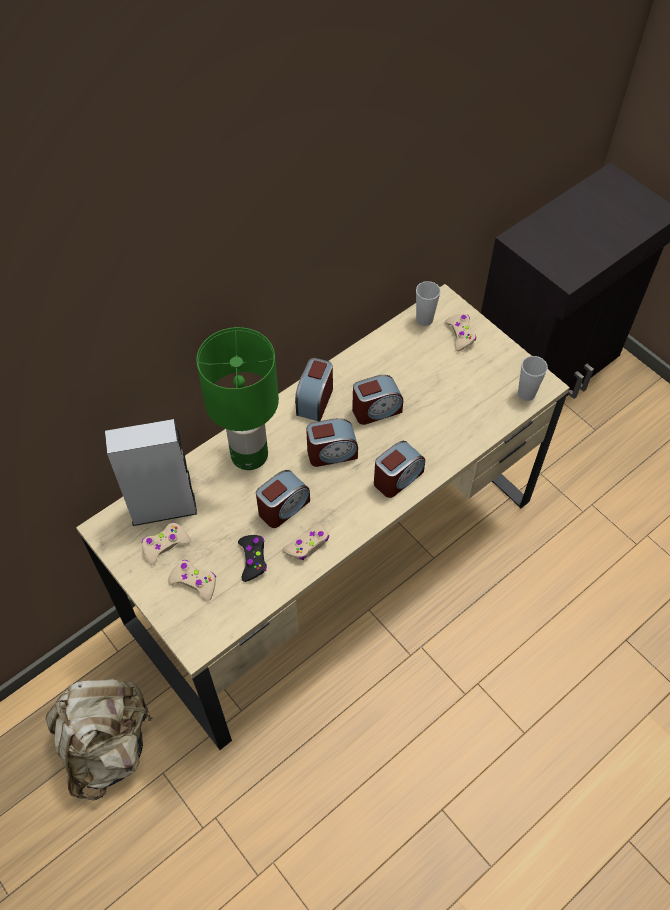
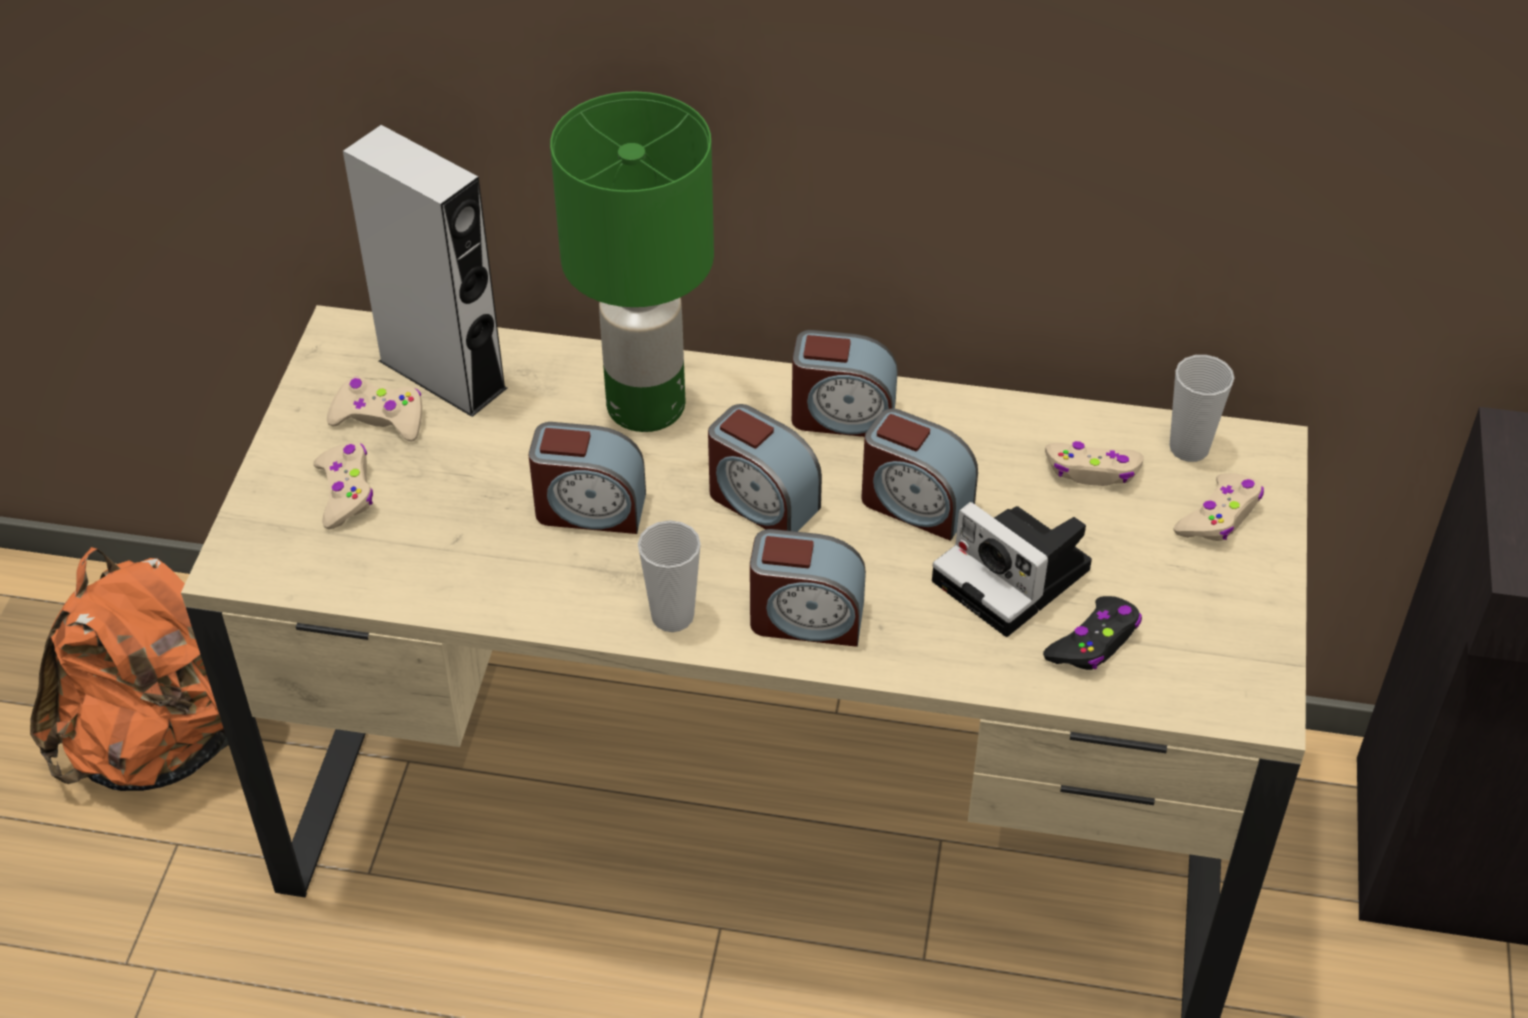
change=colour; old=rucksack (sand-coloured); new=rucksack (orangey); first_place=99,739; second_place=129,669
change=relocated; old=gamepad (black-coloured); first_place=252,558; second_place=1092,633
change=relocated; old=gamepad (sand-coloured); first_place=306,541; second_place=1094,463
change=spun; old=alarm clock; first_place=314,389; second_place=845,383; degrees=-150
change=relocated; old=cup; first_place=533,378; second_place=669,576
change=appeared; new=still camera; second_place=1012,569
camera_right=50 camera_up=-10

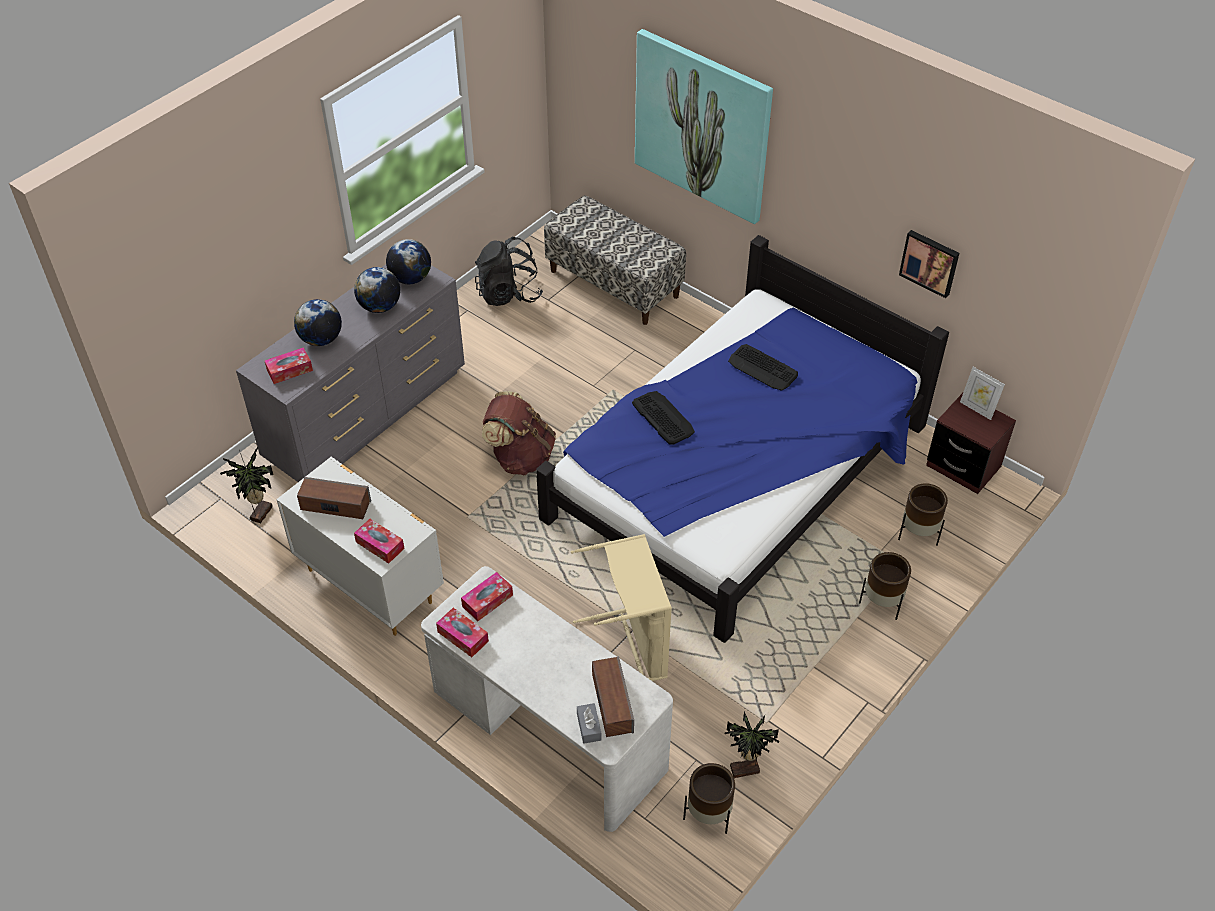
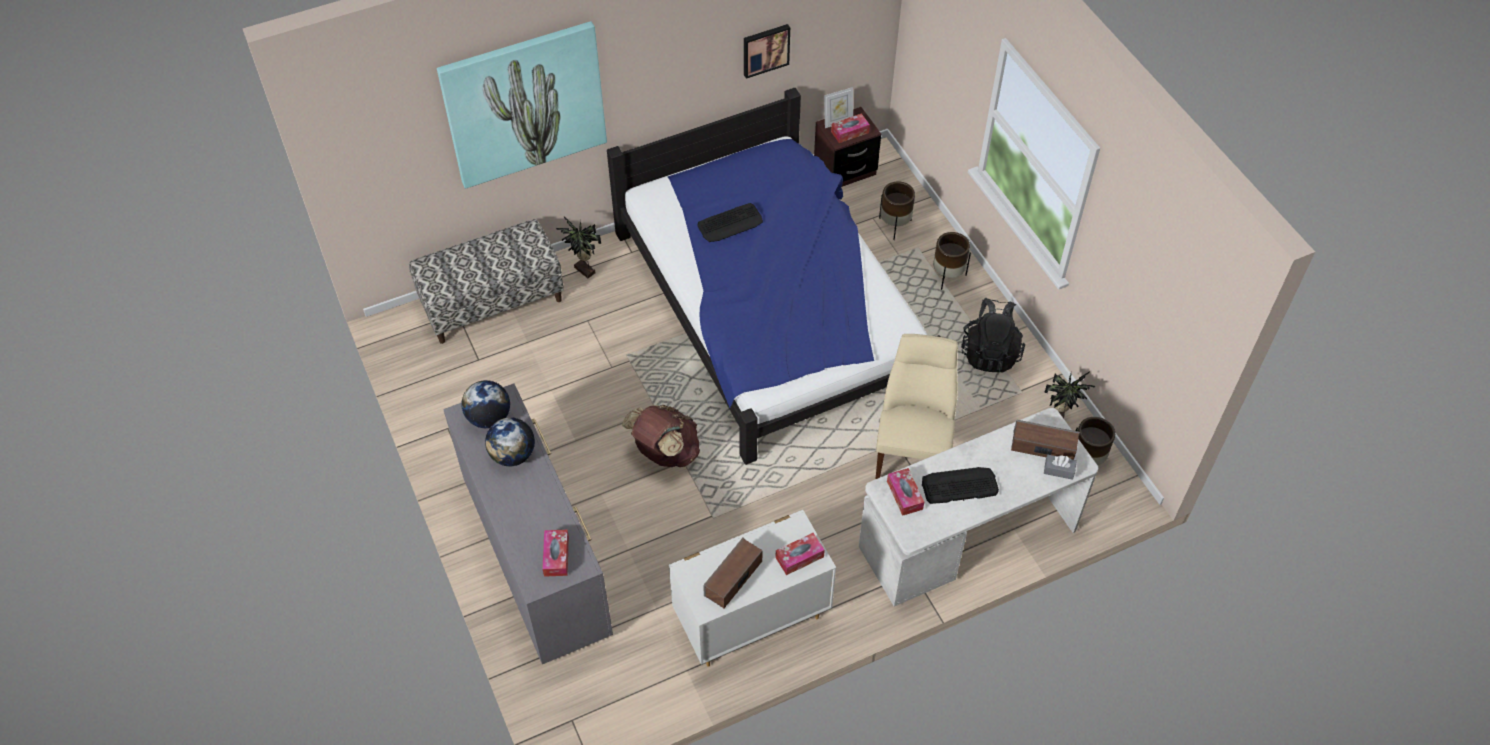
change=relocated; old=potted plant; first_place=247,485; second_place=578,247
change=missing; old=world globe; first_place=318,322
change=relocated; old=tissue box; first_place=462,632; second_place=850,128
change=relocated; old=rucksack (black-coloured); first_place=509,271; second_place=993,335
change=exchanged; old=washing basket (sand-coloured); new=upright chair (sand-coloured); first_place=621,607; second_place=917,406
change=relocated; old=keyboard; first_place=663,418; second_place=960,485
camera_right=-65 camera_up=5

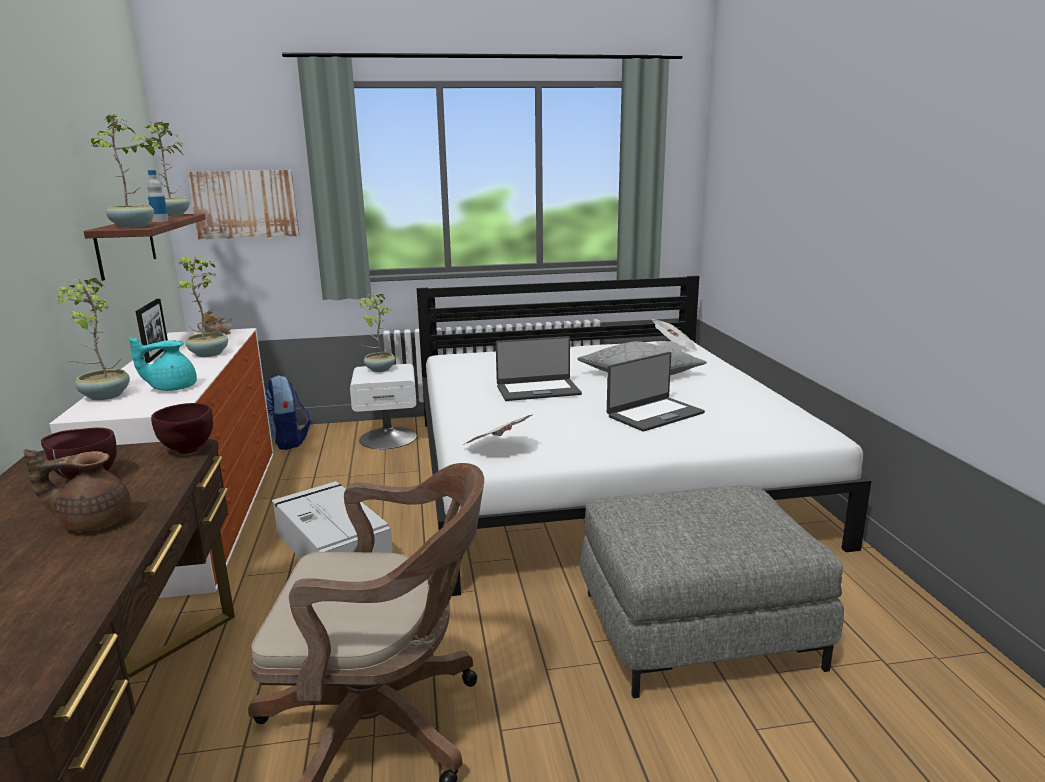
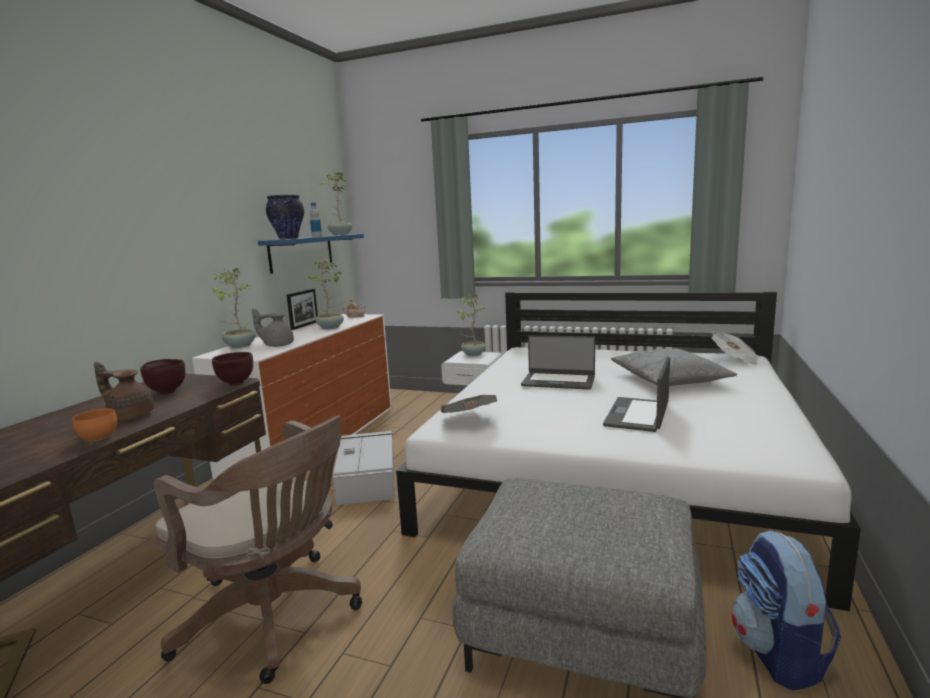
change=colour; old=bracket shelf (brown-coloured); new=bracket shelf (blue); first_place=145,247; second_place=311,254
change=exchanged; old=potted plant; new=decorative vase; first_place=124,170; second_place=285,217
change=colour; old=pot for tea (blue-green); new=pot for tea (greyish); first_place=163,364; second_place=273,327
change=missing; old=wall art; first_place=243,204
change=relocated; old=rucksack; first_place=288,412; second_place=786,610
change=spun; old=notebook computer; first_place=656,392; second_place=636,394; degrees=120
change=appeared; new=bowl (orangey); second_place=94,424
camera_right=30 camera_up=-5

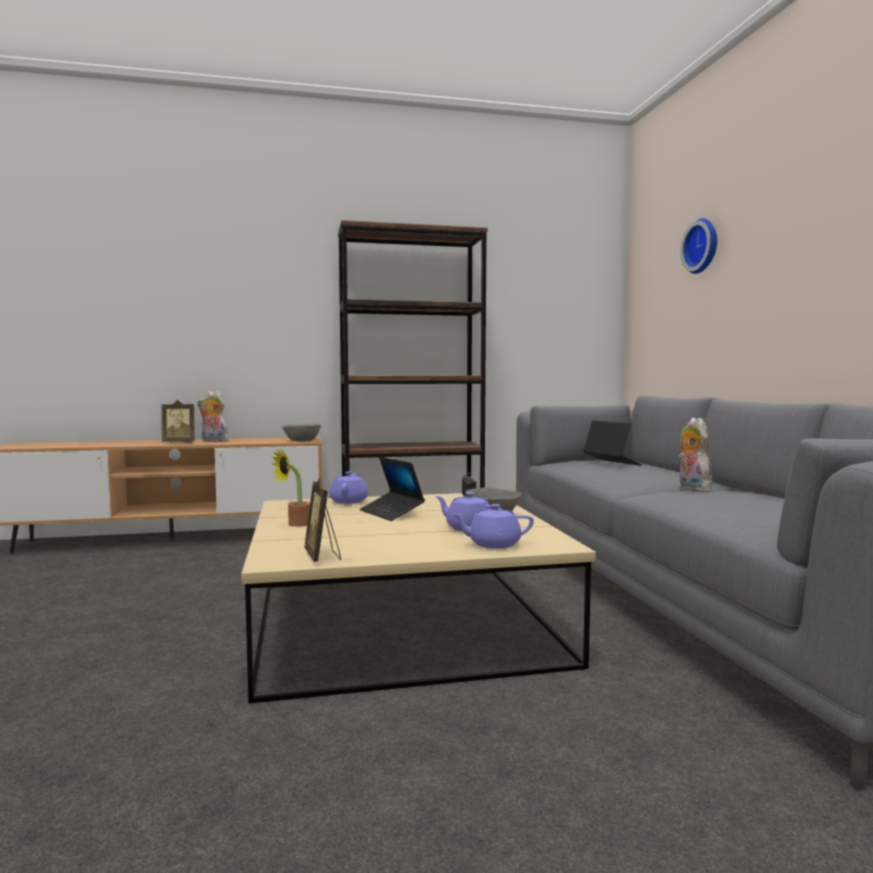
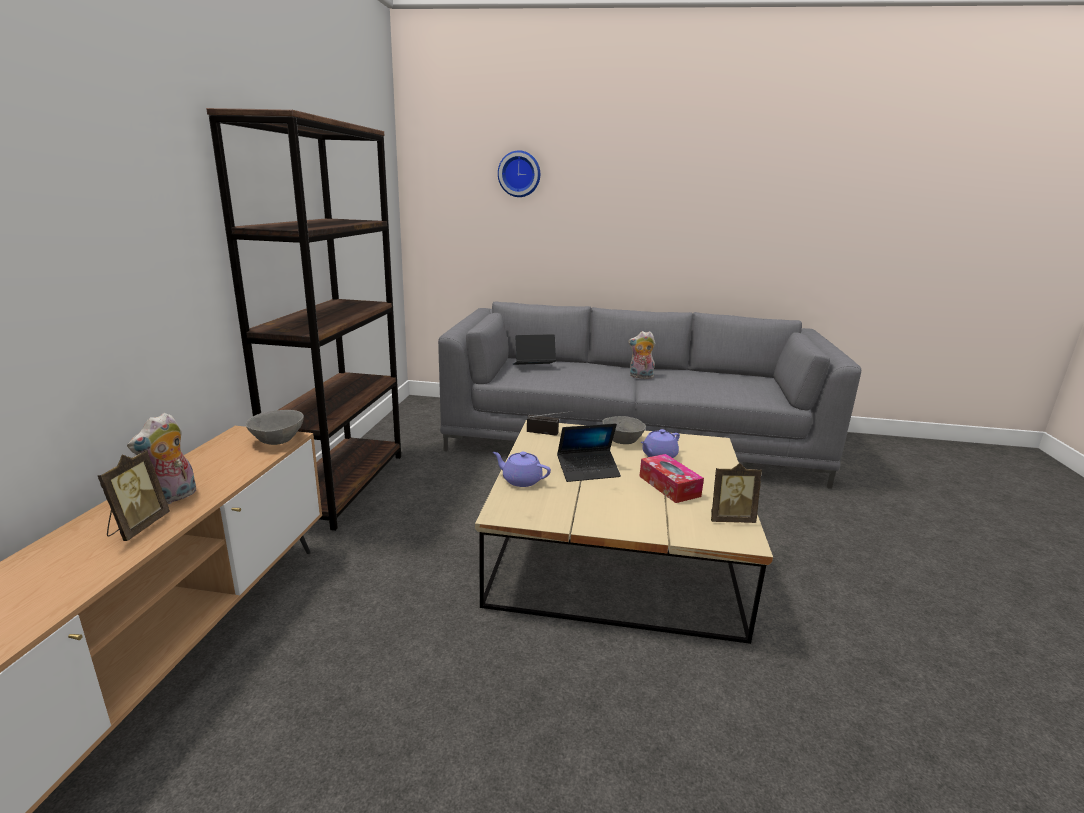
change=missing; old=potted plant; first_place=291,488
change=missing; old=pot for tea (purplish); first_place=493,526
change=appeared; new=tissue box; second_place=671,478
camera_right=-70 camera_up=15

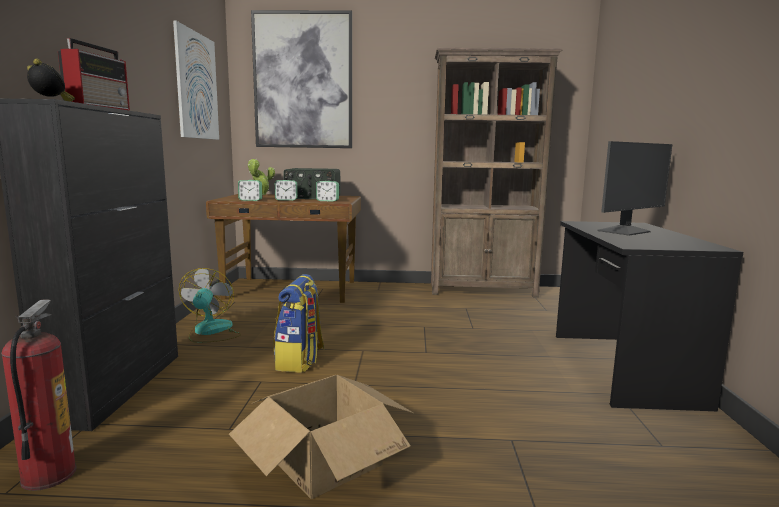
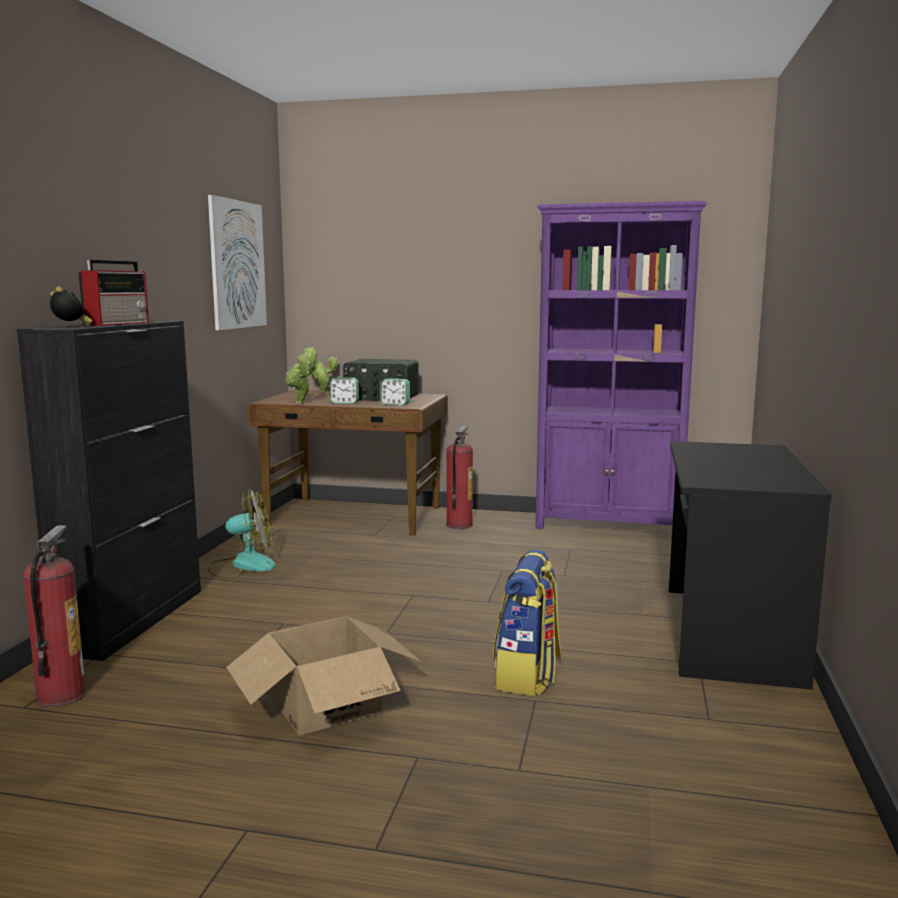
change=spun; old=cooling fan; first_place=210,305; second_place=242,534; degrees=75
change=exchanged; old=alarm clock; new=potted plant; first_place=250,190; second_place=299,378
change=missing; old=wall art; first_place=301,79
change=relocated; old=rucksack; first_place=299,323; second_place=527,623
change=colour; old=bookshelf (brown-coloured); new=bookshelf (purplish); first_place=496,172; second_place=621,365
change=missing; old=monitor; first_place=634,188
change=appeared; new=fire-fighting cylinder; second_place=459,477
camera_right=10 camera_up=0

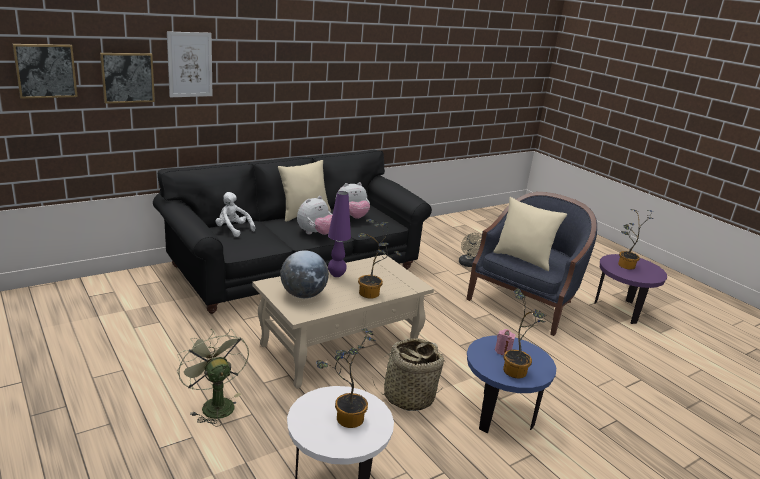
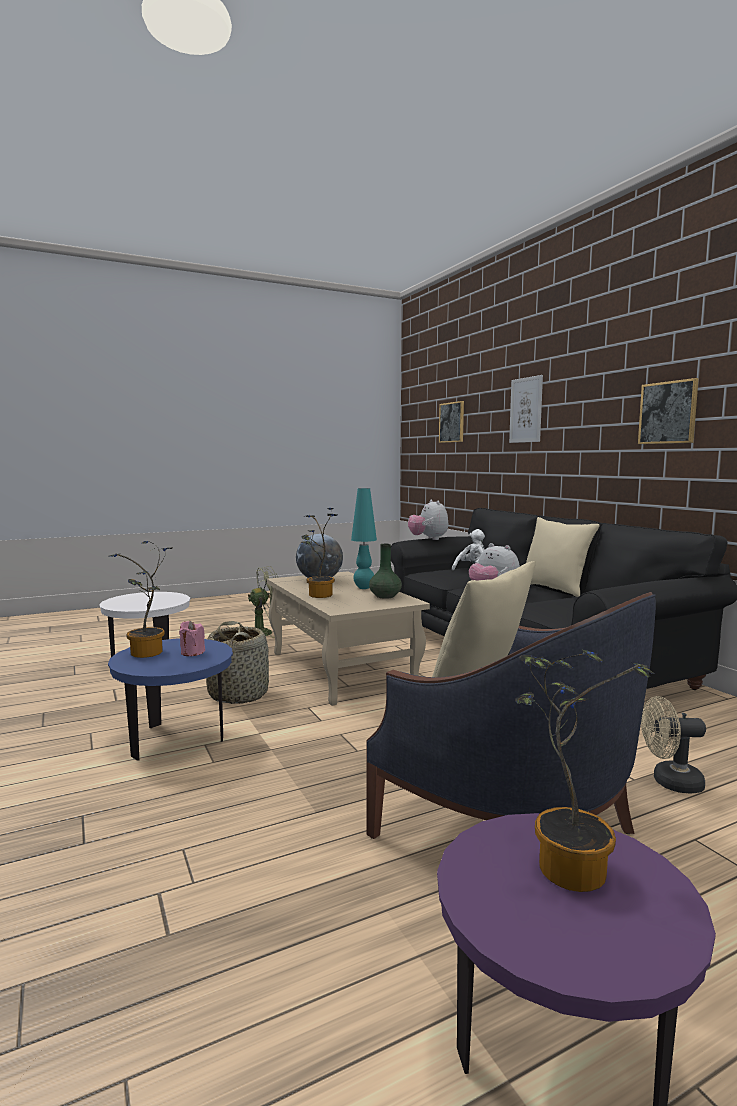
change=relocated; old=wall art; first_place=127,78; second_place=668,411
change=missing; old=potted plant; first_place=346,378
change=colour; old=table lamp (purplish); new=table lamp (blue-green); first_place=339,234; second_place=364,538
change=relocated; old=cuddly toy; first_place=353,200; second_place=428,520
change=appeared; new=decorative vase (green); second_place=385,571
camera_right=100 camera_up=-15

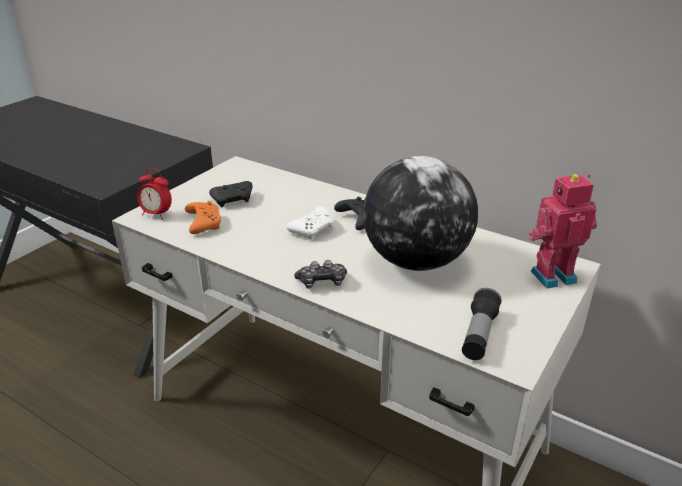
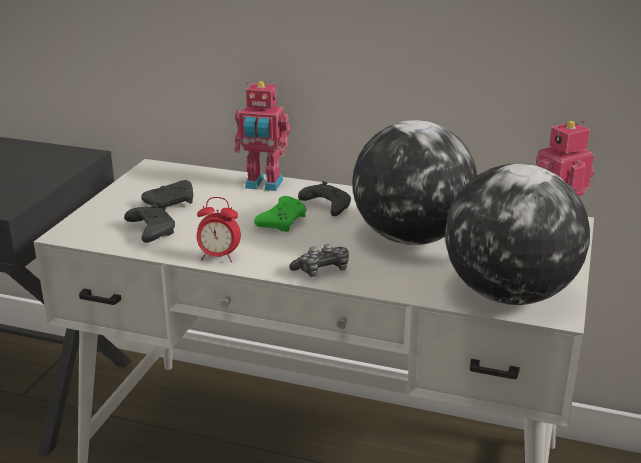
change=relocated; old=alarm clock; first_place=154,193; second_place=219,229
change=colour; old=gamepad (orangey); new=gamepad (black-coloured); first_place=203,217; second_place=149,223
change=colour; old=gamepad (white); new=gamepad (green); first_place=310,223; second_place=280,214
change=exchanged; old=hand torch; new=world globe; first_place=482,324; second_place=517,234
change=appeared; new=robot figure; second_place=262,136
camera_right=-15 camera_up=-5

